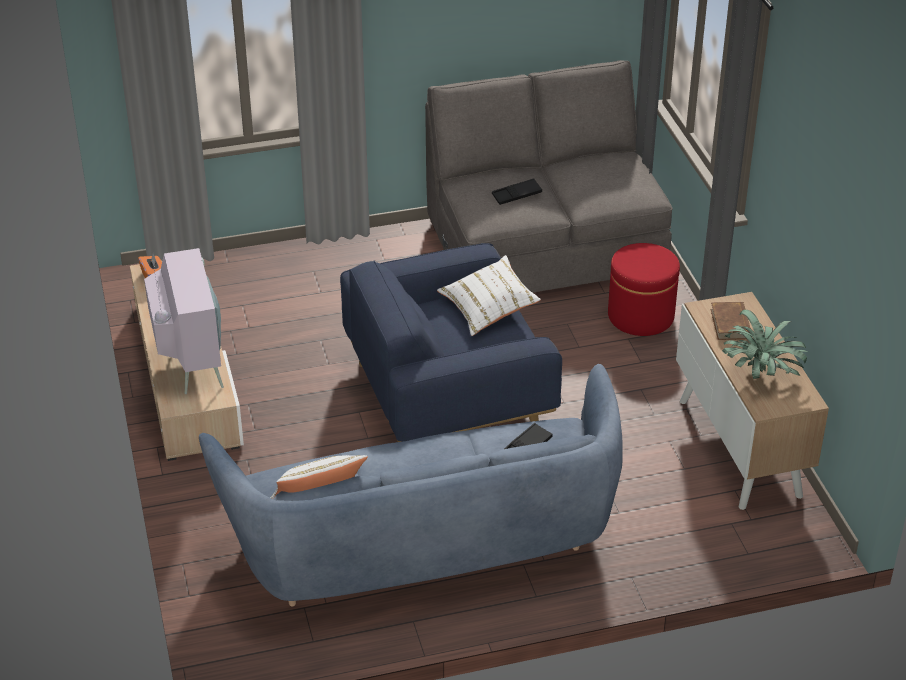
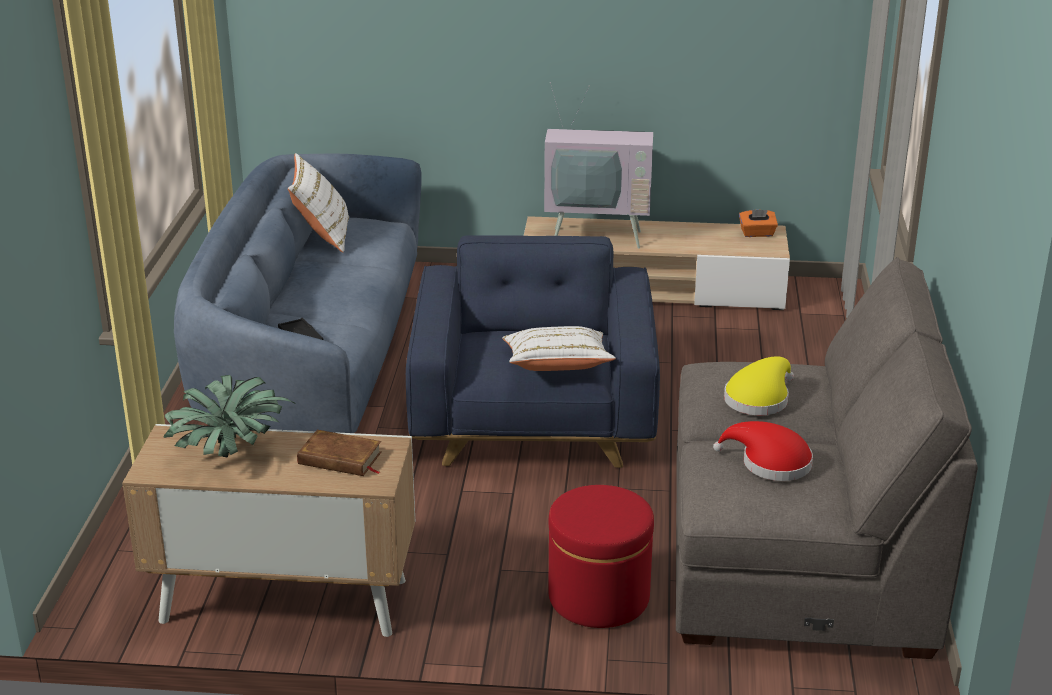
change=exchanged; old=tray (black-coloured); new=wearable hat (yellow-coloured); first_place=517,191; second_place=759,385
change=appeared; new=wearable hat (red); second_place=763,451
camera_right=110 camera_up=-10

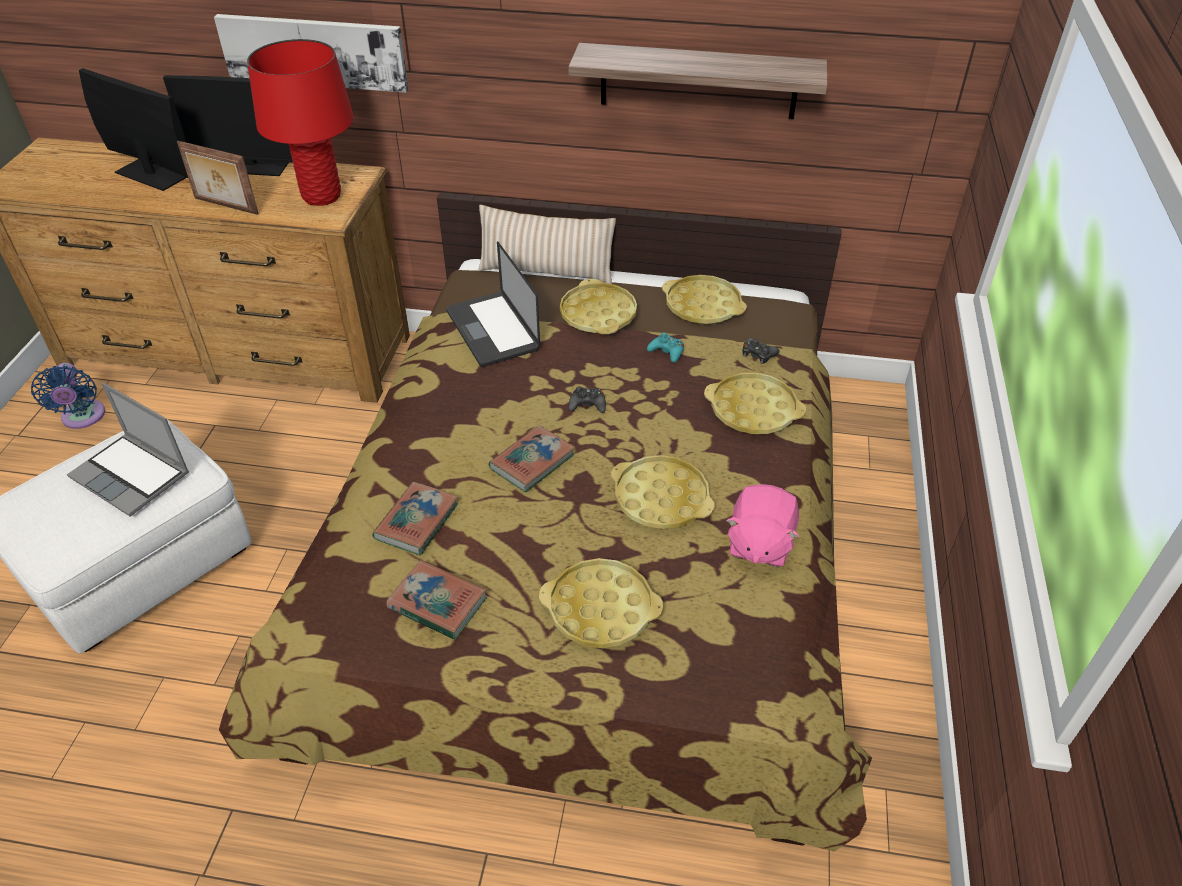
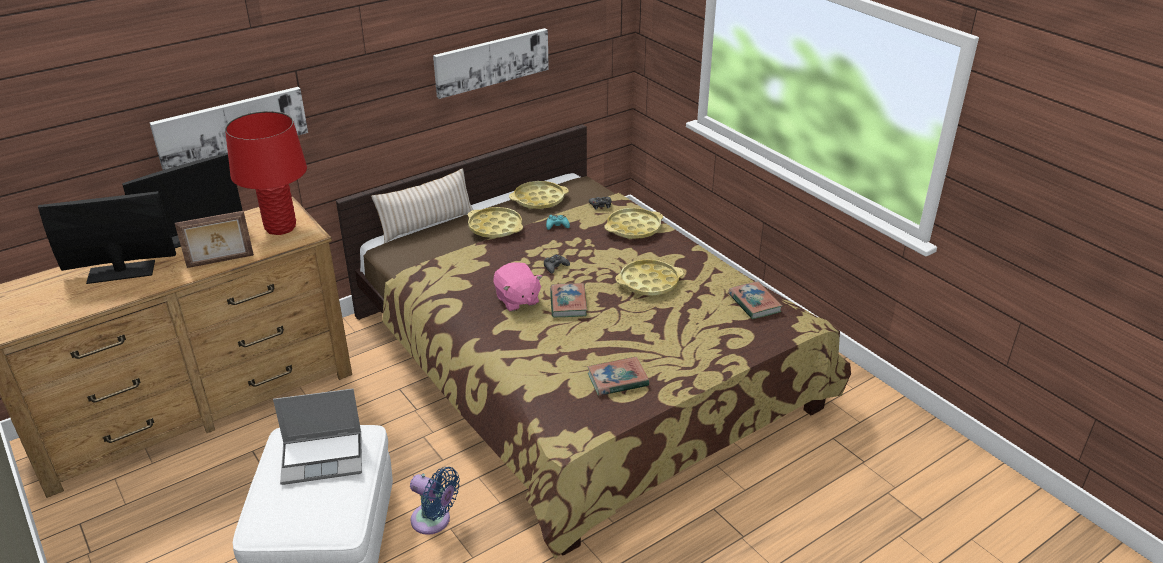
change=relocated; old=cooling fan (blue); first_place=68,396; second_place=435,501
change=relocated; old=book; first_place=415,519; second_place=755,300
change=missing; old=notebook computer; first_place=493,304
change=missing; old=tray (yellow-coloured); first_place=601,603
change=exchanged; old=bracket shelf; new=wall art; first_place=697,81; second_place=491,63
change=relocated; old=cuddly toy (pink); first_place=762,525; second_place=517,287
camera_right=-45 camera_up=-10

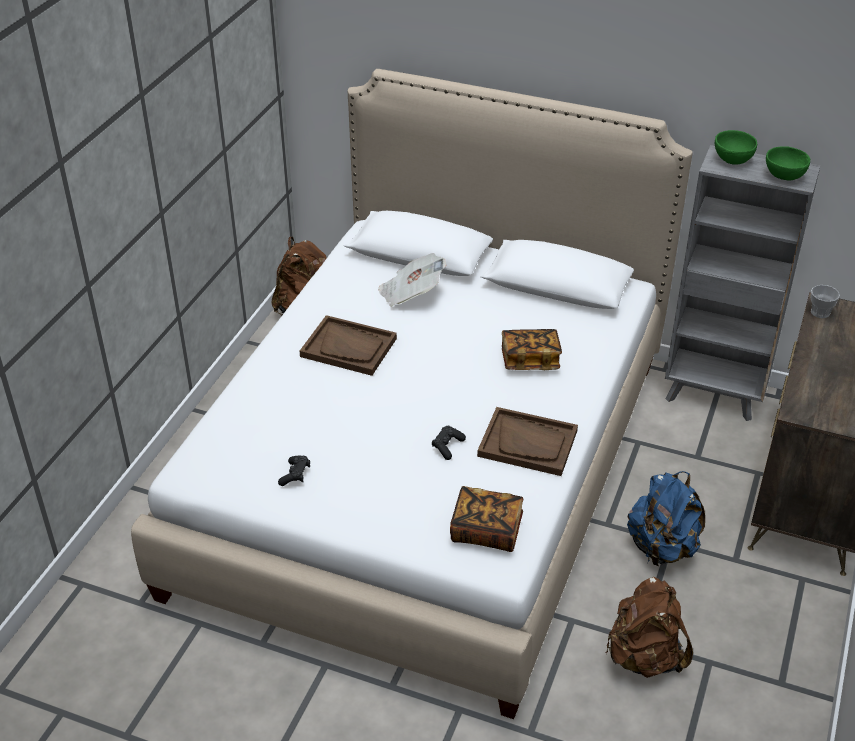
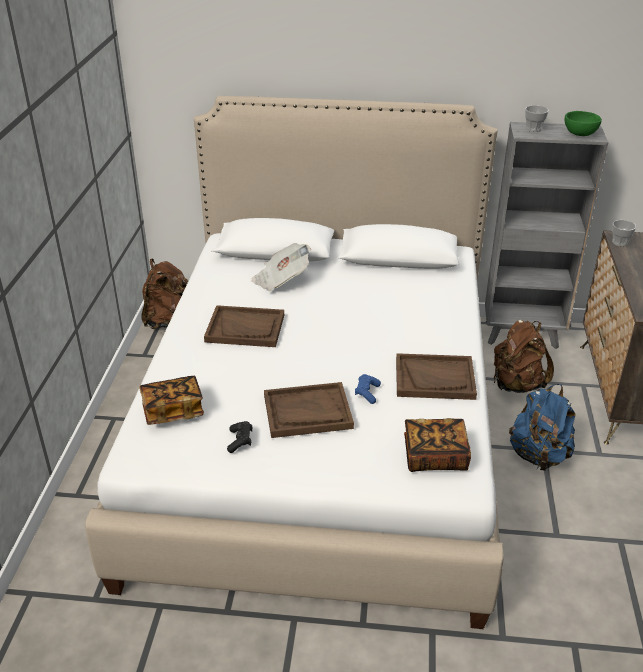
change=colour; old=gamepad (black-coloured); new=gamepad (blue); first_place=449,443; second_place=368,389
change=relocated; old=book; first_place=532,349; second_place=171,400
change=relocated; old=rucksack (brown-coloured); first_place=649,627; second_place=523,356
change=exchanged; old=bowl (green); new=cup; first_place=736,147; second_place=537,118
change=appeared; new=tray (brown-coloured); second_place=309,410
camera_right=-15 camera_up=-5

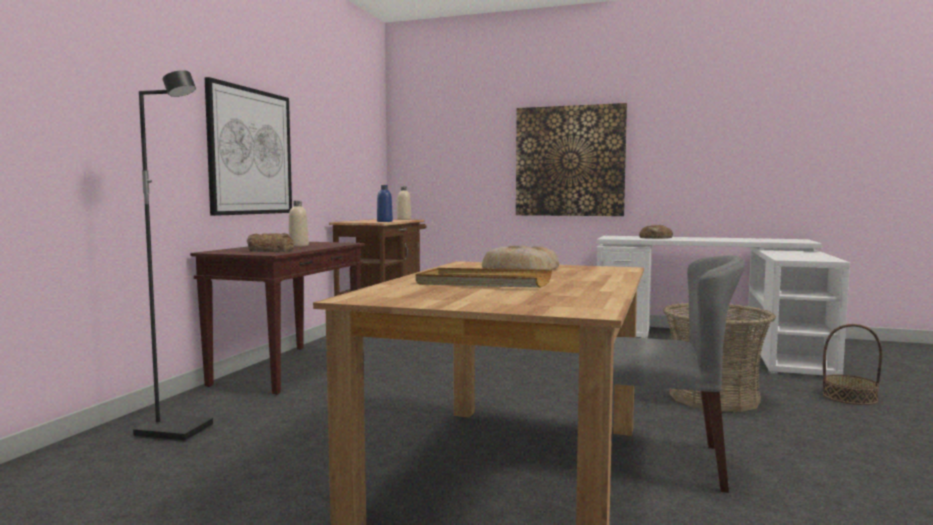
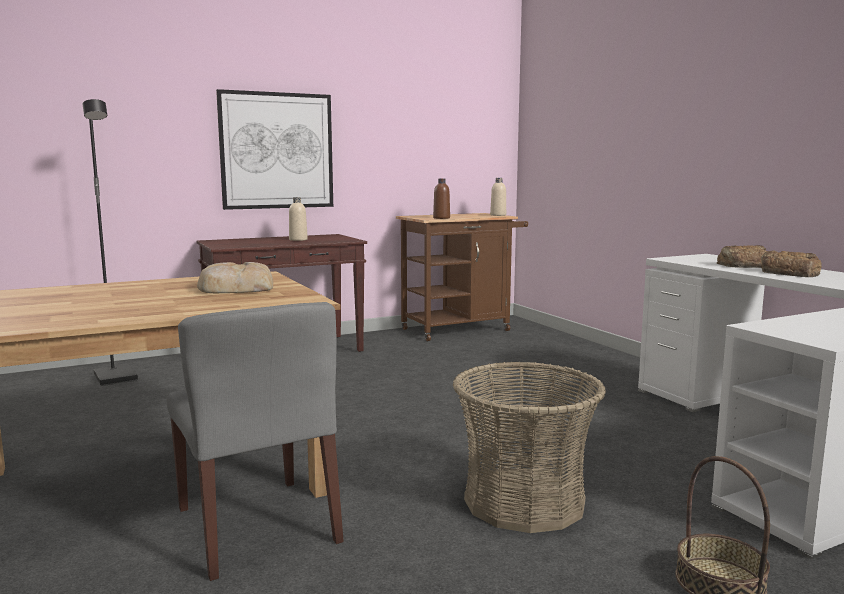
change=relocated; old=baked bread; first_place=270,242; second_place=791,263
change=colour; old=drink bottle (blue); new=drink bottle (brown-coloured); first_place=385,203; second_place=441,198
change=missing; old=tray (sand-coloured); first_place=484,278
change=missing; old=wall art; first_place=571,159
camera_right=45 camera_up=5

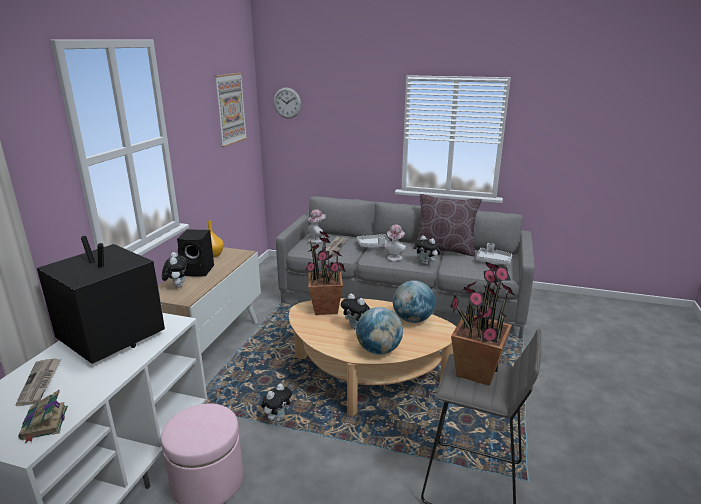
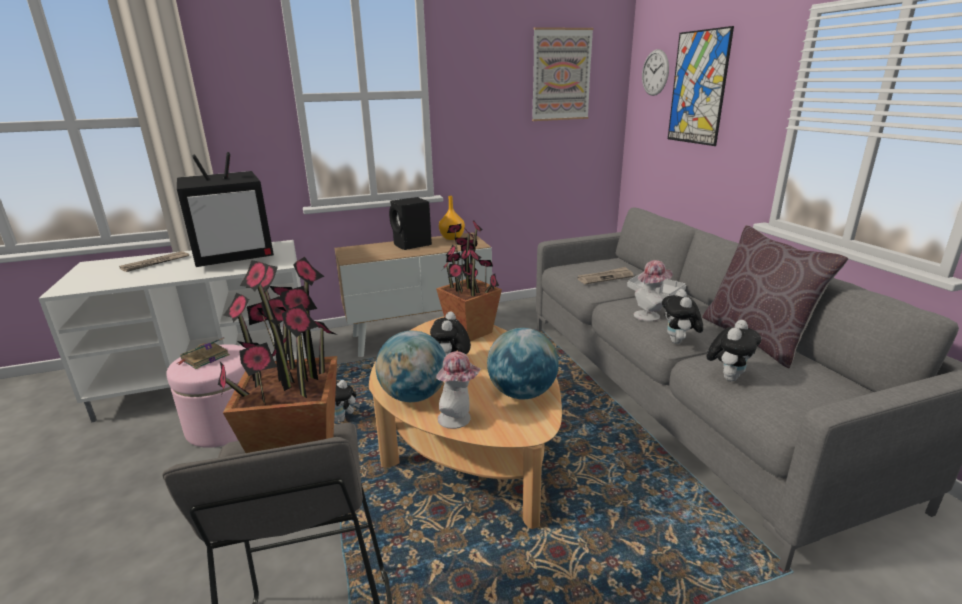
change=relocated; old=book; first_place=43,416; second_place=203,353
change=spun; old=TV; first_place=101,300; second_place=225,209; degrees=60
change=relocated; old=cuddly toy; first_place=174,270; second_place=734,350
change=relocated; old=wearable hat; first_place=317,226; second_place=458,390
change=missing; old=tray (greyish); first_place=494,254
change=appeared; new=wall art; second_place=701,86
camera_right=55 camera_up=0

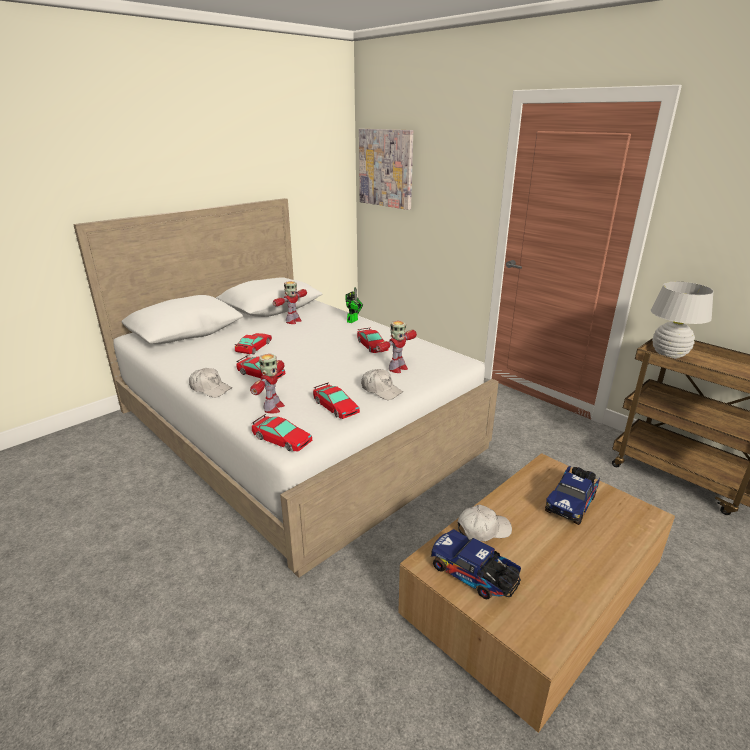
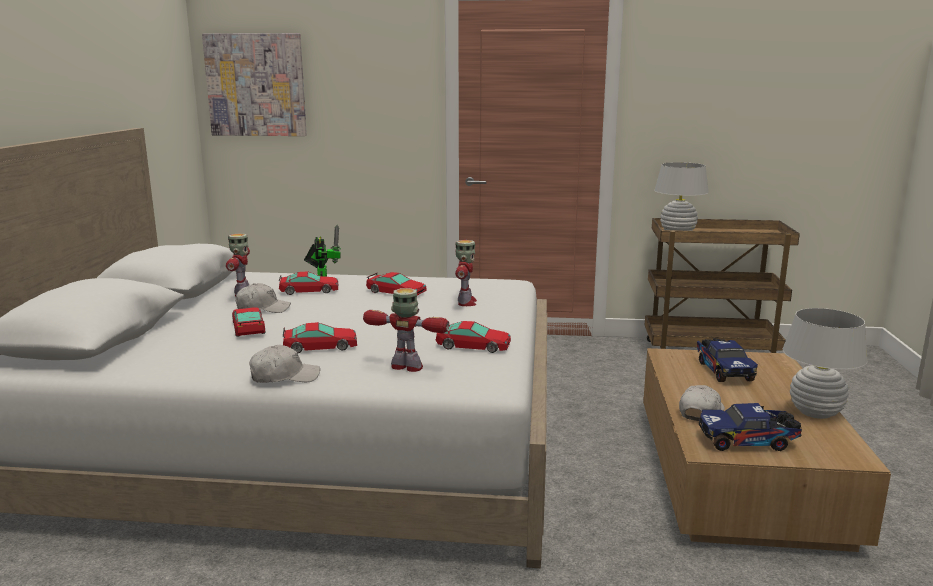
change=spun; old=robot figure; first_place=267,383; second_place=406,330; degrees=-45
change=relocated; old=toy car; first_place=281,433; second_place=308,283
change=relocated; old=peaked cap (white); first_place=382,384; second_place=263,298
change=appeared; new=table lamp (white); second_place=825,363
camera_right=-40 camera_up=-10

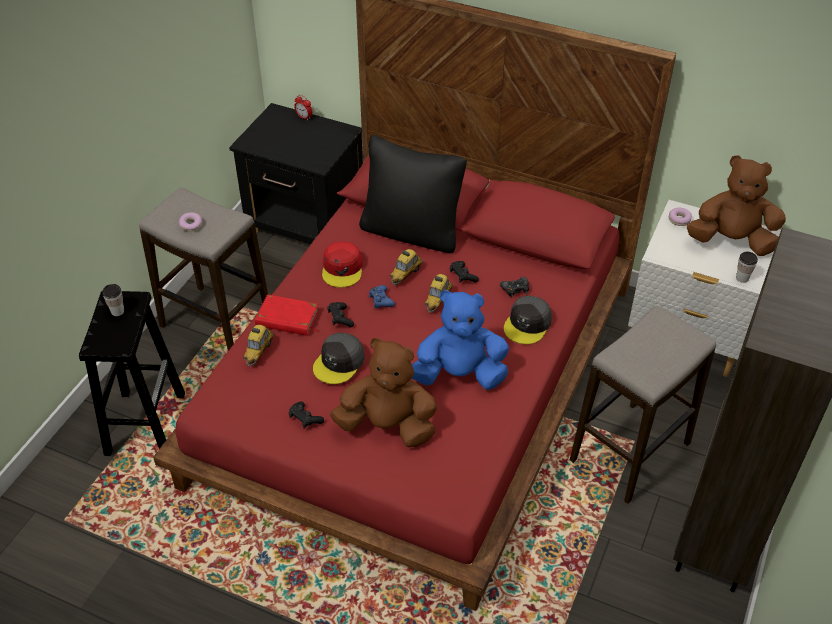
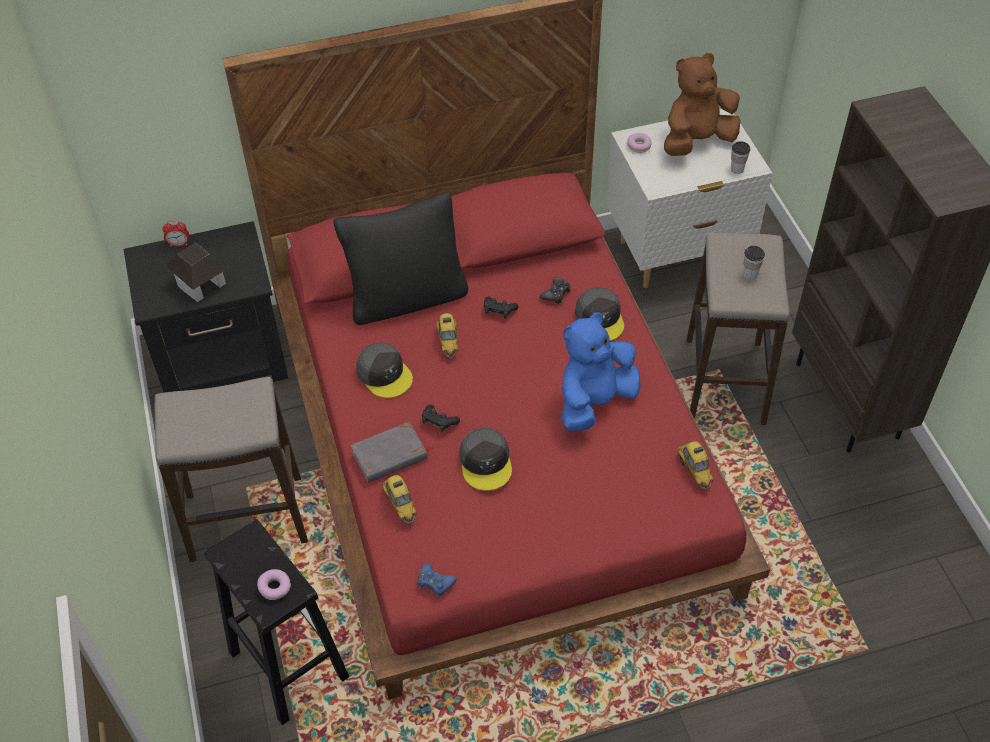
change=relocated; old=cup; first_place=113,300; second_place=754,263
change=relocated; old=ring doughnut; first_place=190,221; second_place=274,584
change=colour; old=book (red); new=book (greyish); first_place=287,315; second_place=392,452
change=missing; old=gamepad (black-coloured); first_place=306,415
change=colour; old=peaked cap (red); new=peaked cap (greyish); first_place=342,264; second_place=384,370
change=missing; old=cuddly toy (brown-coloured); first_place=383,392
change=relocated; old=gamepad (blue); first_place=382,296; second_place=437,580
change=relocated; old=toy car; first_place=439,293; second_place=695,466
change=appeared; new=toy house; second_place=197,272
camera_right=-40 camera_up=5

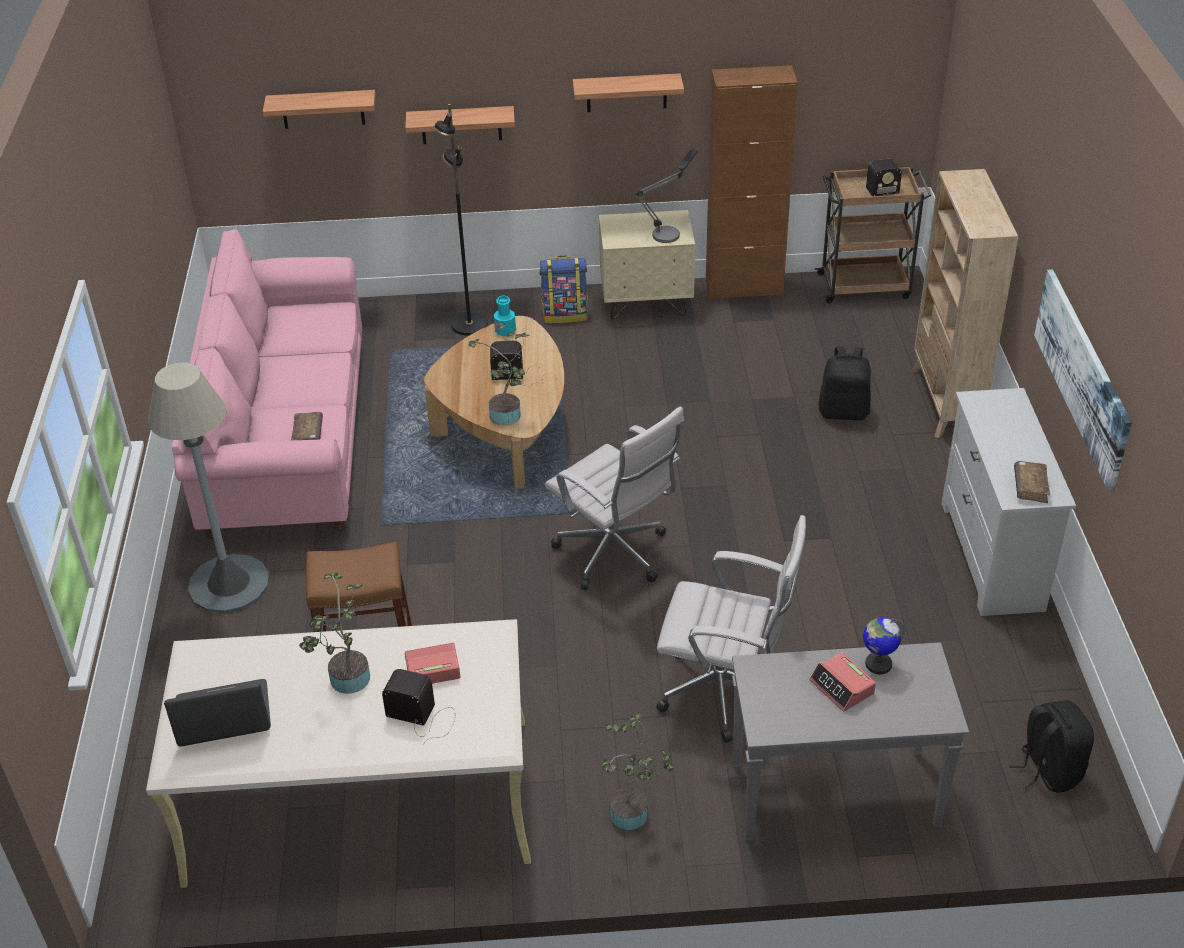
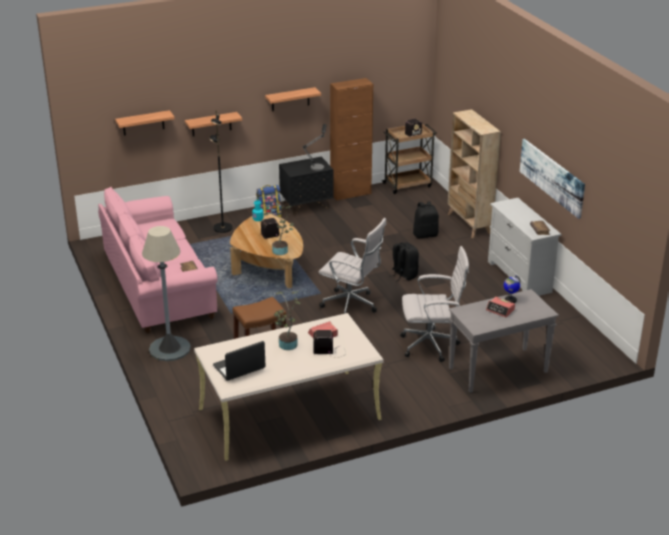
change=colour; old=nightstand (sand-coloured); new=nightstand (black-coloured); first_place=647,264; second_place=306,186
change=missing; old=potted plant; first_place=638,771
change=relocated; old=rucksack (black-coloured); first_place=1051,746; second_place=404,261
camera_right=-20 camera_up=-10

